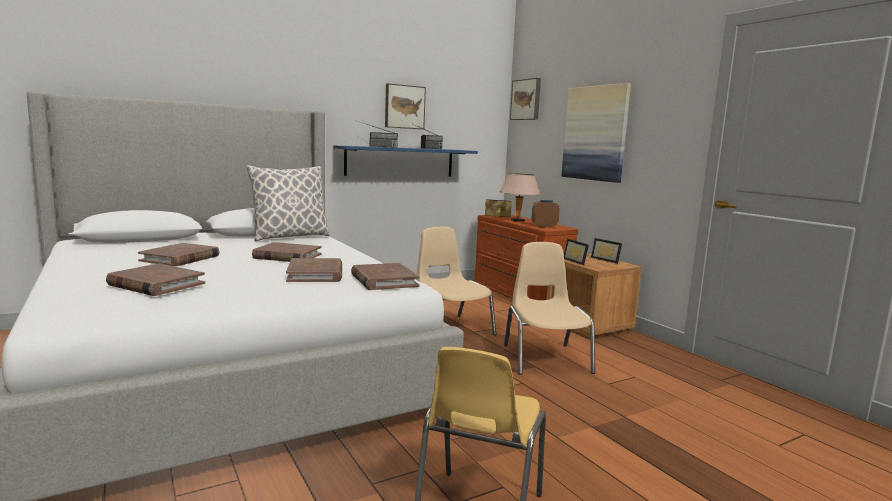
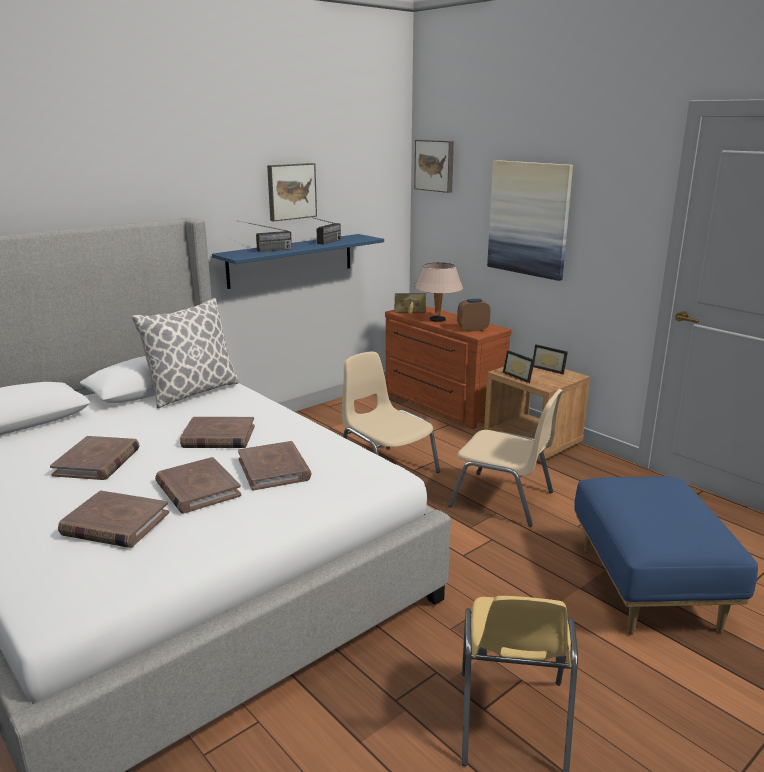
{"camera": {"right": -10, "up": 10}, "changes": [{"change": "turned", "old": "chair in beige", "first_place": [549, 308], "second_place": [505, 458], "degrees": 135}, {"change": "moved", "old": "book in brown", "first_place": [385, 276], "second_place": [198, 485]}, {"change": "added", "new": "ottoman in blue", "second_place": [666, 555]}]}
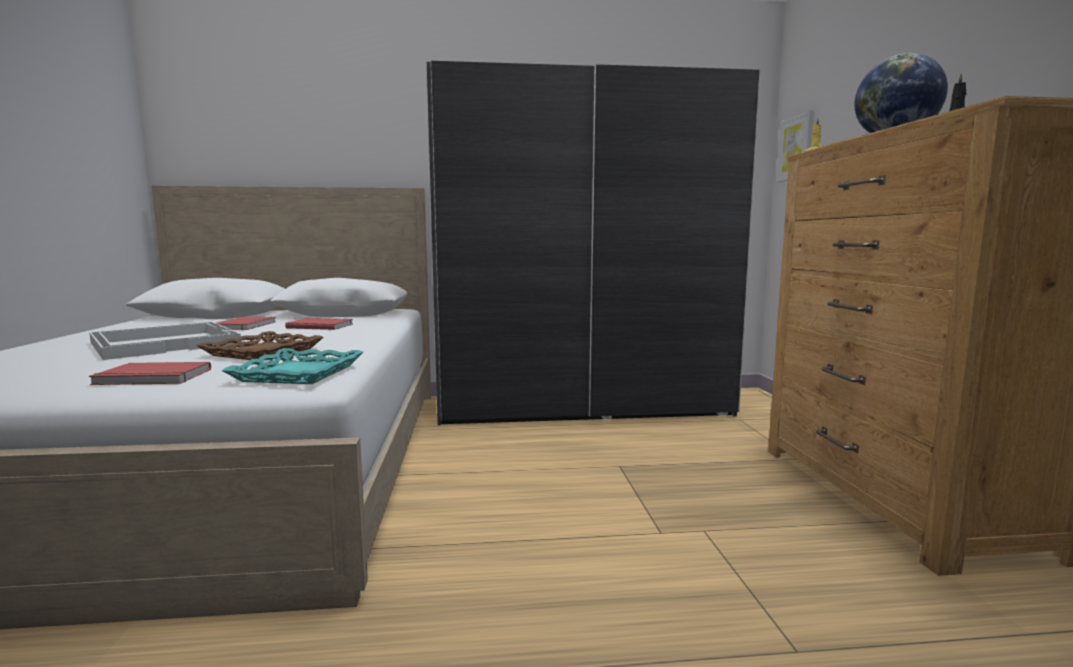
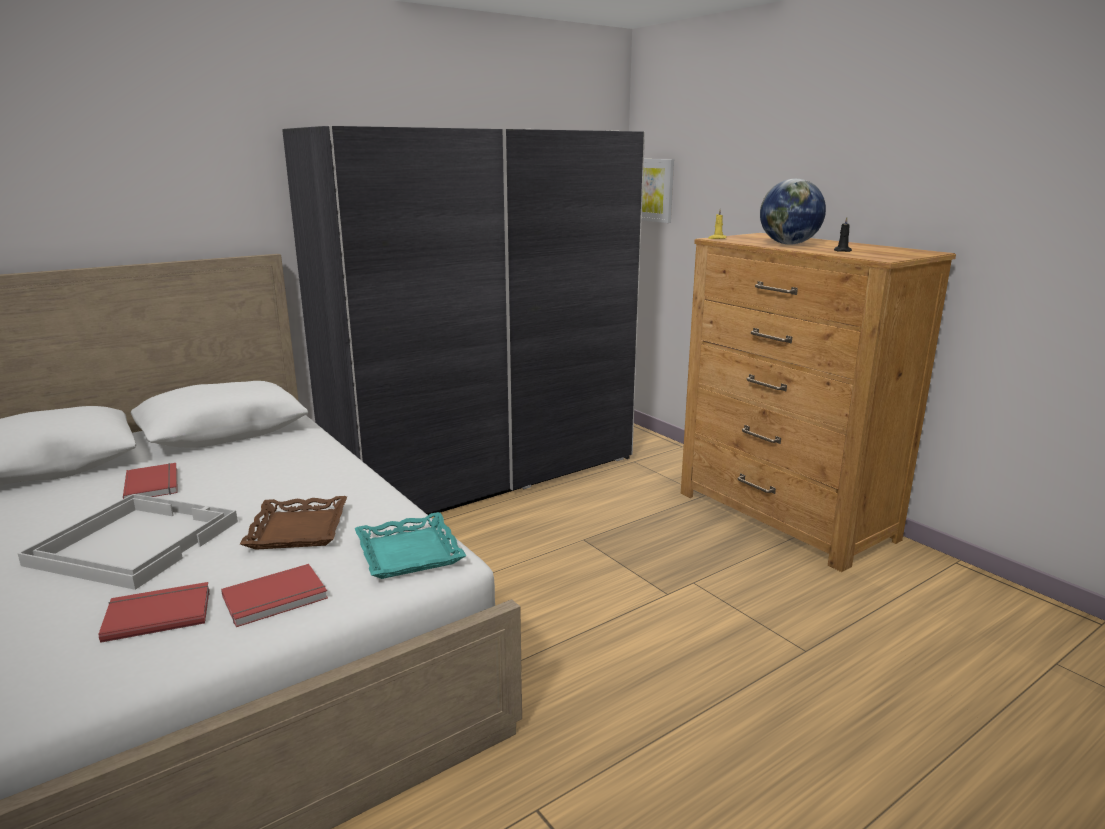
{"camera": {"right": -30, "up": 10}, "changes": [{"change": "moved", "old": "book in red", "first_place": [319, 324], "second_place": [154, 612]}]}
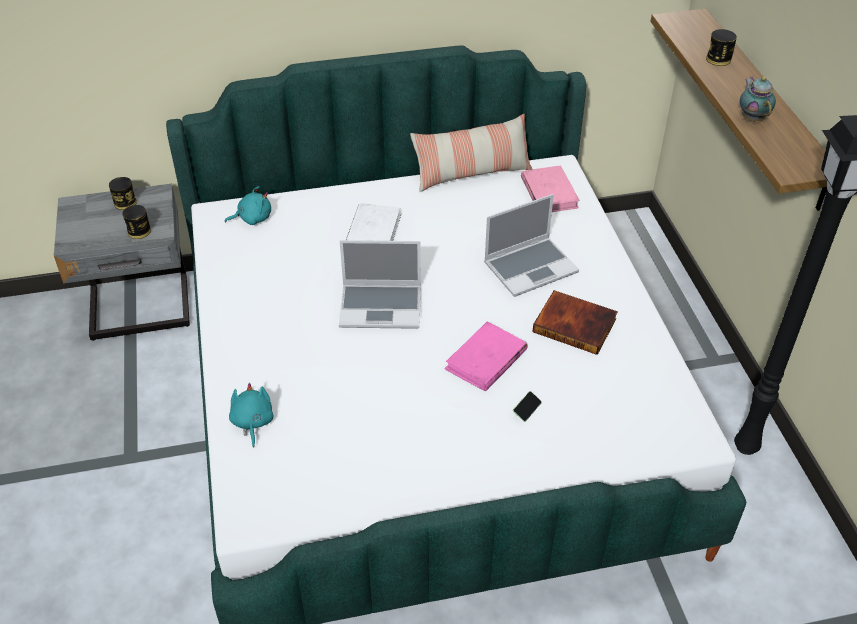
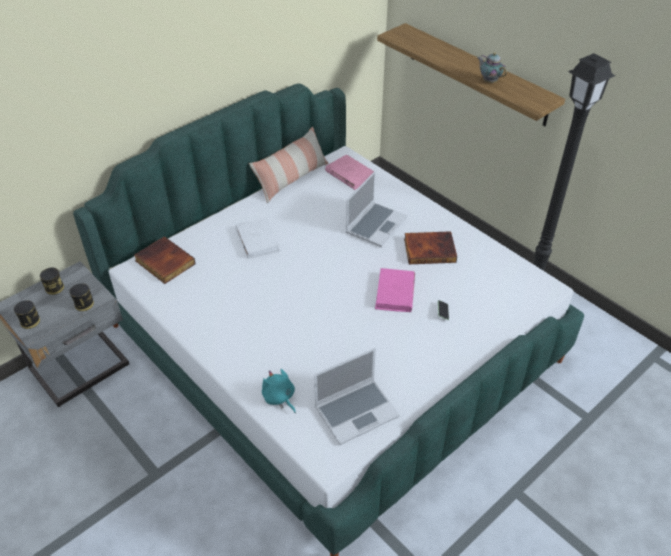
{"camera": {"right": -30, "up": 0}, "changes": [{"change": "moved", "old": "can", "first_place": [721, 47], "second_place": [27, 314]}, {"change": "replaced", "old": "plush toy in turquoise", "new": "book", "first_place": [248, 205], "second_place": [164, 260]}, {"change": "moved", "old": "laptop", "first_place": [380, 284], "second_place": [357, 396]}]}
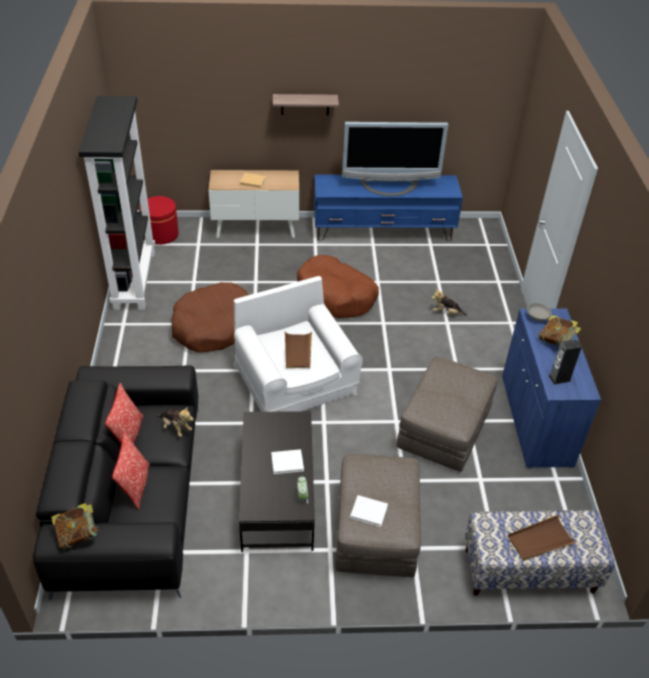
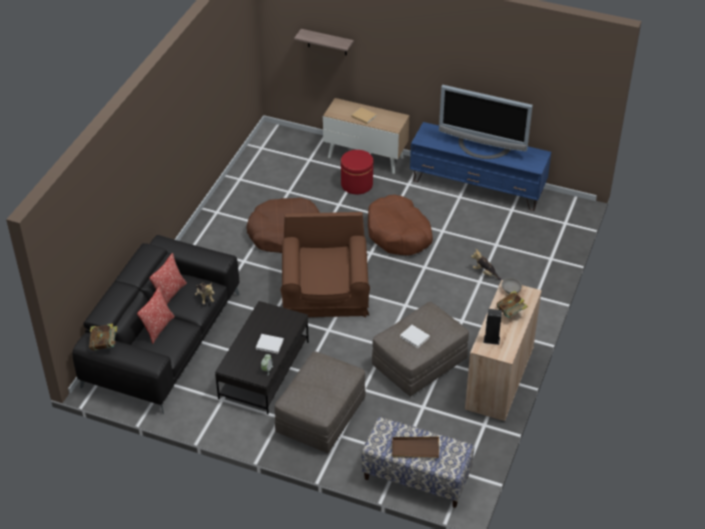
{"camera": {"right": 25, "up": 0}, "changes": [{"change": "moved", "old": "shelf", "first_place": [306, 105], "second_place": [324, 42]}, {"change": "removed", "old": "bookcase in black", "first_place": [116, 203]}, {"change": "moved", "old": "ottoman in red", "first_place": [159, 220], "second_place": [357, 172]}, {"change": "recoloured", "old": "armchair in white", "new": "armchair in brown", "first_place": [298, 344], "second_place": [325, 264]}, {"change": "recoloured", "old": "cabinet in blue", "new": "cabinet in beige", "first_place": [551, 388], "second_place": [503, 351]}, {"change": "removed", "old": "tray in brown", "first_place": [298, 350]}, {"change": "moved", "old": "book in white", "first_place": [369, 511], "second_place": [415, 336]}]}
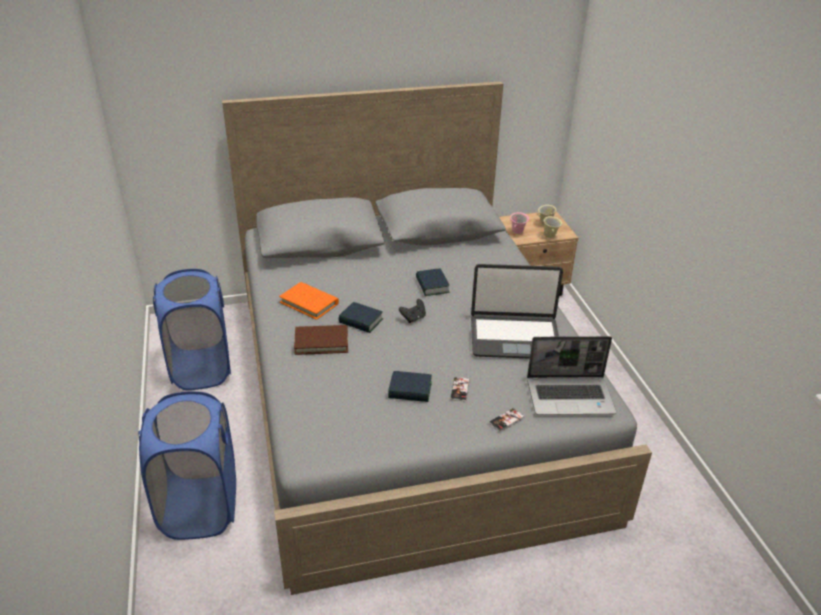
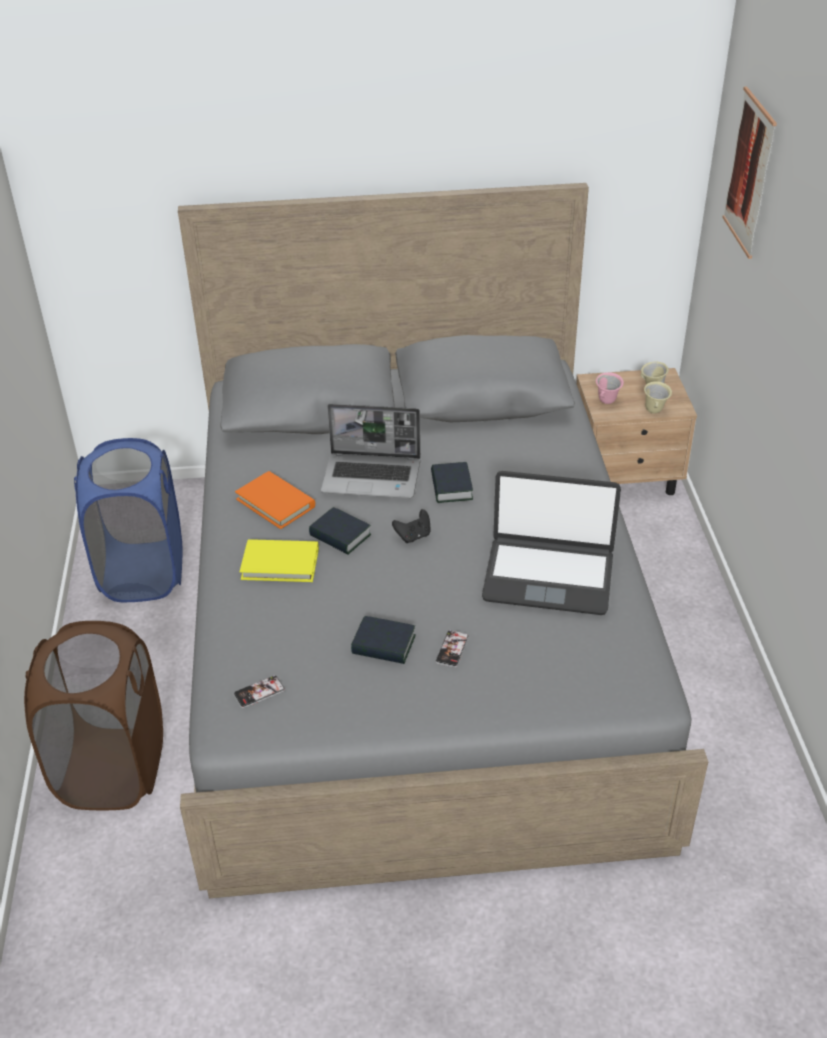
{"camera": {"right": 10, "up": 5}, "changes": [{"change": "recoloured", "old": "book in brown", "new": "book in yellow", "first_place": [321, 340], "second_place": [279, 560]}, {"change": "moved", "old": "laptop", "first_place": [571, 375], "second_place": [370, 451]}, {"change": "recoloured", "old": "laundry basket in blue", "new": "laundry basket in brown", "first_place": [187, 465], "second_place": [93, 716]}, {"change": "moved", "old": "phone", "first_place": [507, 420], "second_place": [259, 691]}, {"change": "added", "new": "picture", "second_place": [749, 173]}]}
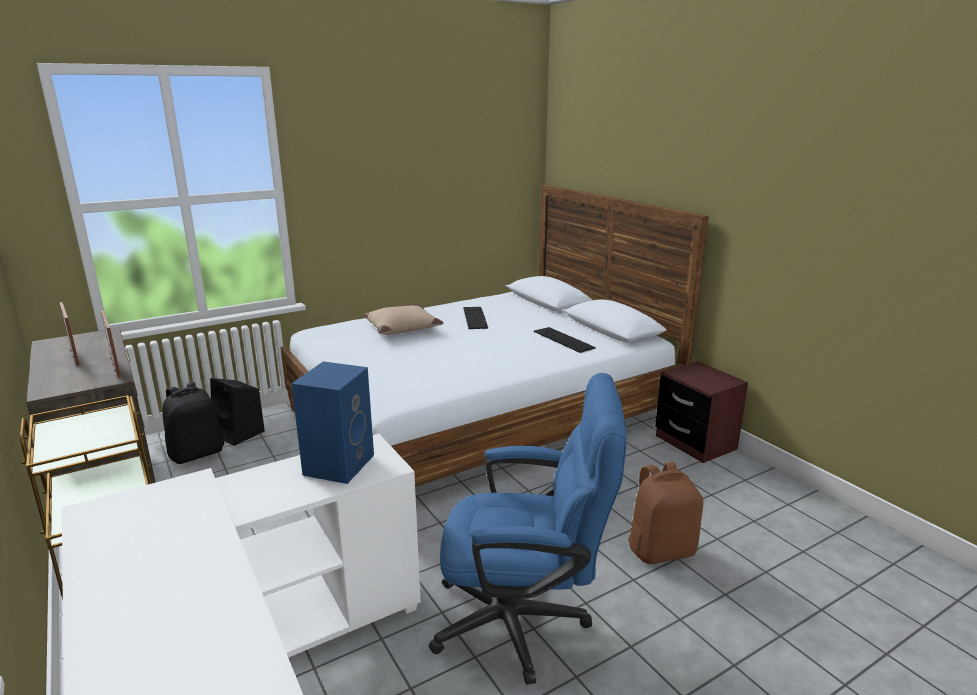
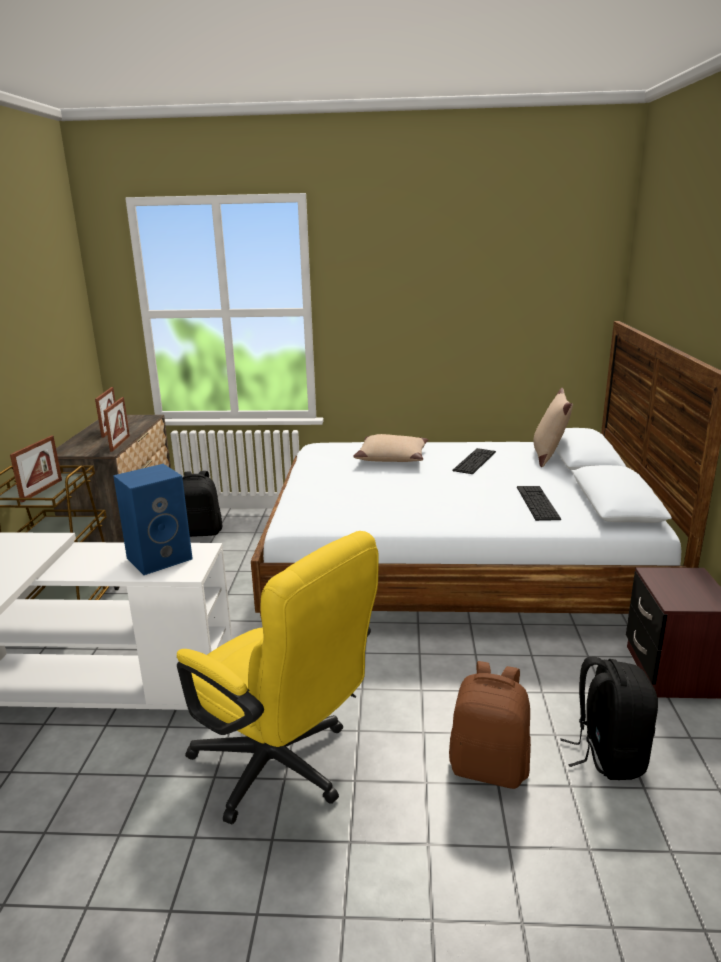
{"camera": {"right": 35, "up": 0}, "changes": [{"change": "recoloured", "old": "office chair in blue", "new": "office chair in yellow", "first_place": [528, 529], "second_place": [278, 677]}, {"change": "removed", "old": "speaker in black", "first_place": [237, 412]}, {"change": "added", "new": "pillow in beige", "second_place": [553, 427]}, {"change": "added", "new": "picture frame", "second_place": [36, 468]}, {"change": "added", "new": "backpack in black", "second_place": [609, 718]}]}
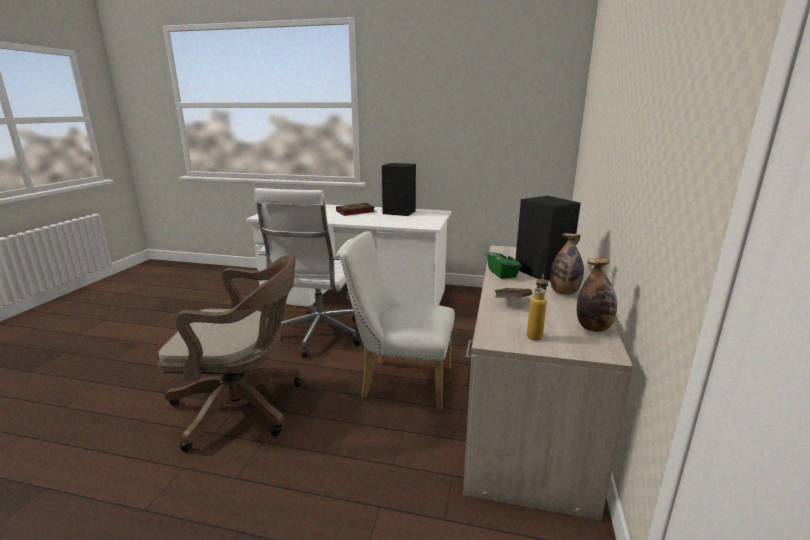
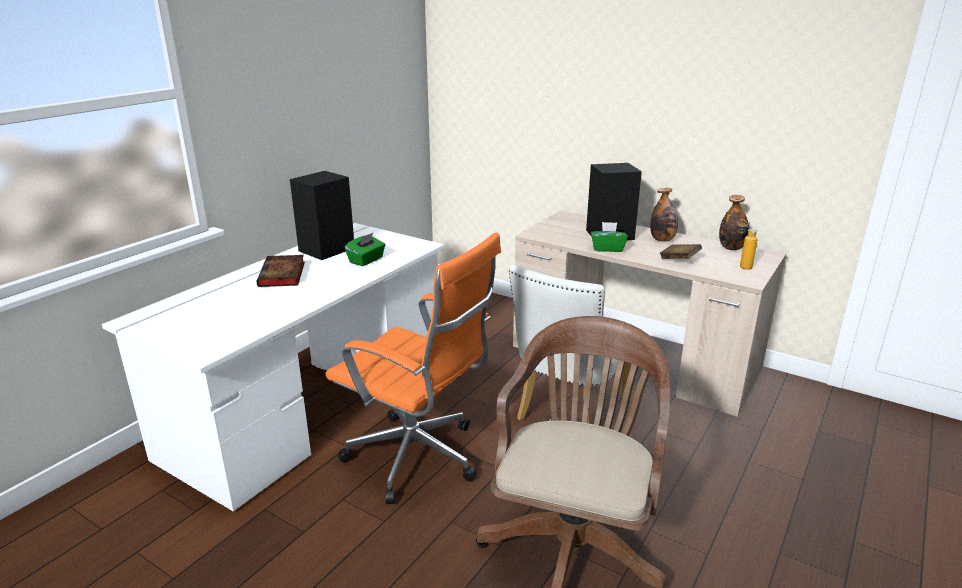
{"camera": {"right": -70, "up": 5}, "changes": [{"change": "recoloured", "old": "office chair in white", "new": "office chair in orange", "first_place": [308, 272], "second_place": [413, 368]}, {"change": "added", "new": "tissue box in green", "second_place": [365, 249]}]}
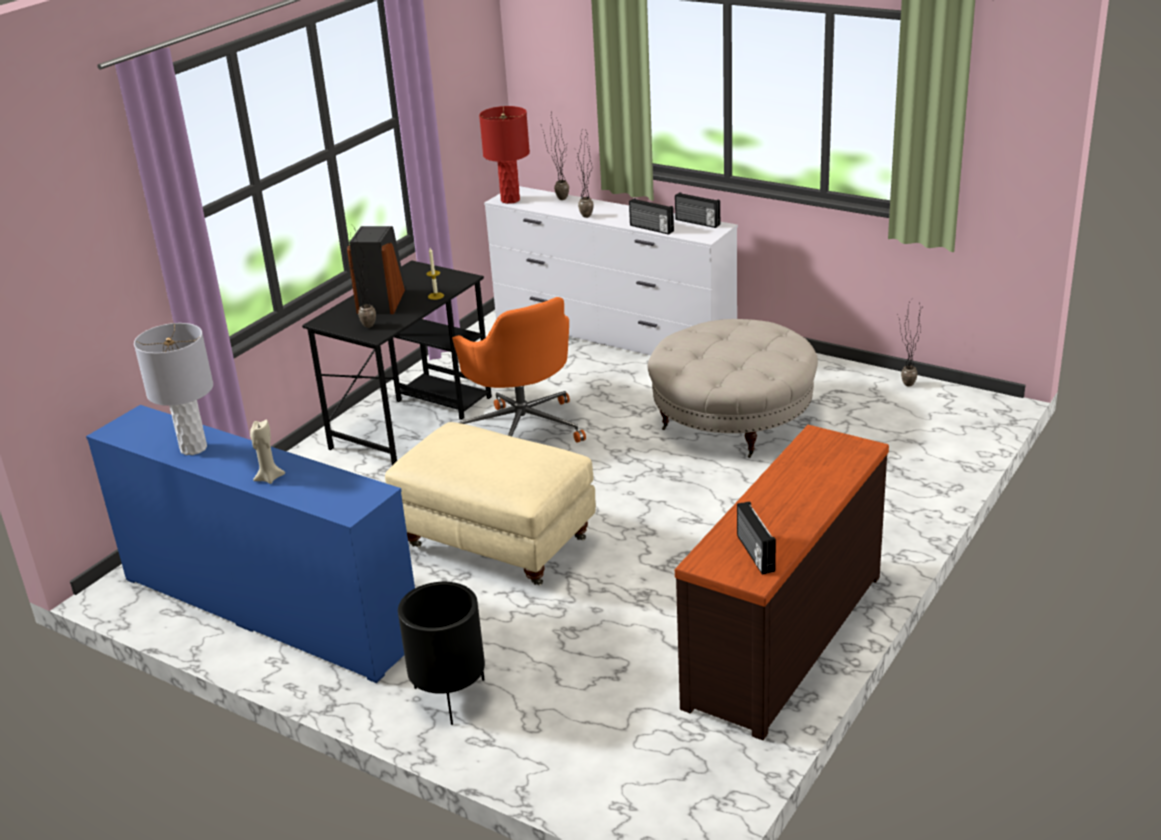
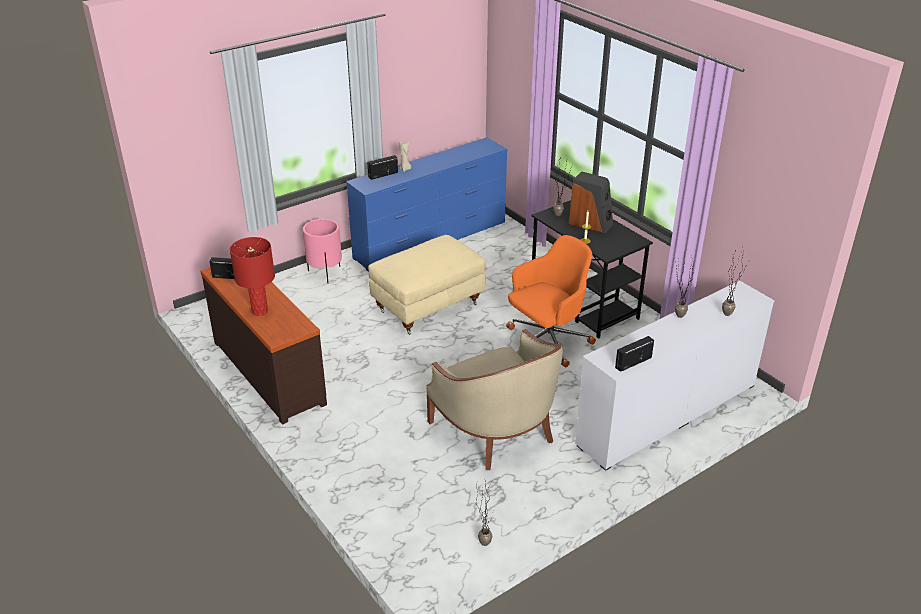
{"camera": {"right": 110, "up": 5}, "changes": [{"change": "moved", "old": "table lamp in red", "first_place": [504, 155], "second_place": [252, 276]}, {"change": "moved", "old": "radio", "first_place": [651, 216], "second_place": [383, 167]}, {"change": "turned", "old": "office chair in orange", "first_place": [519, 370], "second_place": [551, 301], "degrees": 150}, {"change": "replaced", "old": "ottoman in beige", "new": "armchair in beige", "first_place": [732, 388], "second_place": [494, 399]}, {"change": "removed", "old": "table lamp in grey", "first_place": [173, 389]}, {"change": "recoloured", "old": "planter in black", "new": "planter in pink", "first_place": [441, 653], "second_place": [322, 251]}]}
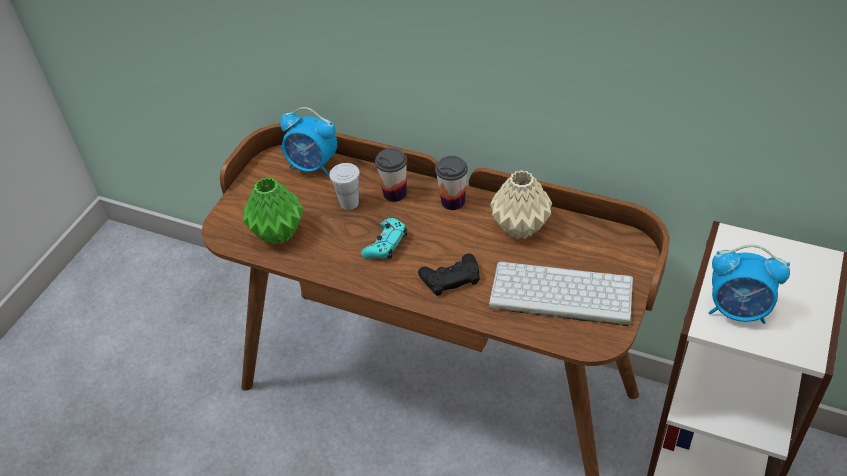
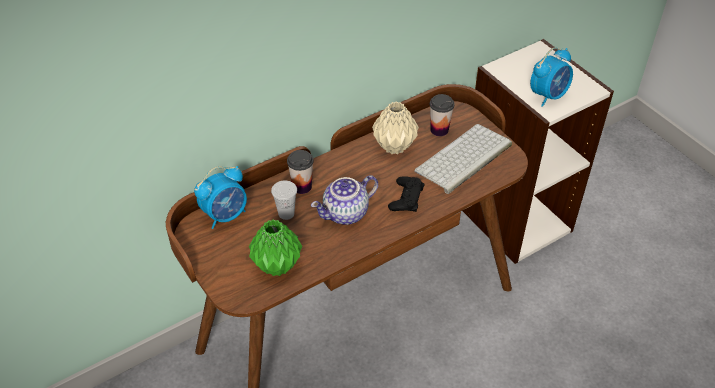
{"camera": {"right": -60, "up": 0}, "changes": [{"change": "moved", "old": "cup", "first_place": [451, 183], "second_place": [442, 115]}, {"change": "replaced", "old": "game controller in turquoise", "new": "teapot", "first_place": [384, 238], "second_place": [344, 200]}]}
